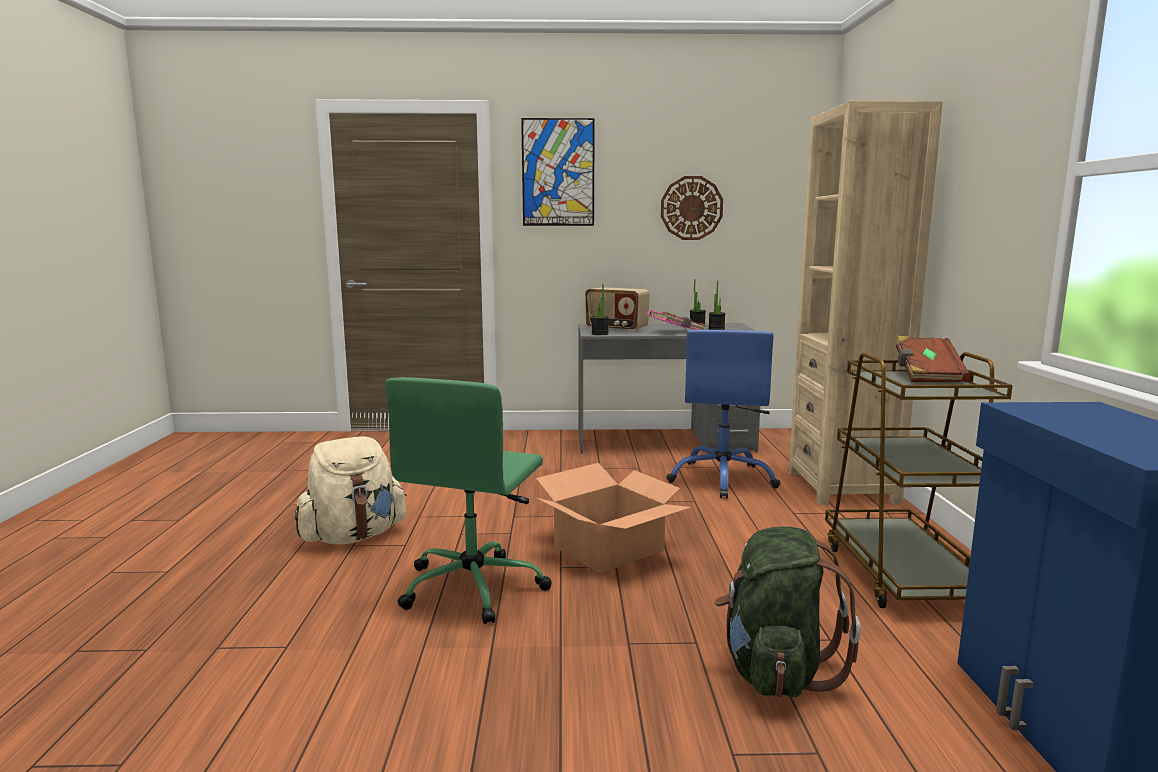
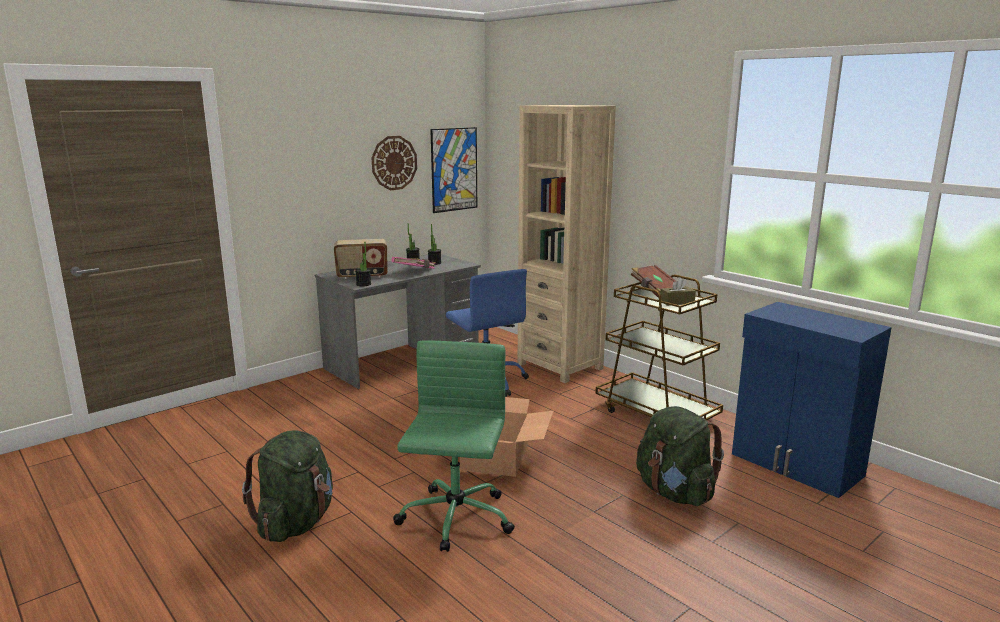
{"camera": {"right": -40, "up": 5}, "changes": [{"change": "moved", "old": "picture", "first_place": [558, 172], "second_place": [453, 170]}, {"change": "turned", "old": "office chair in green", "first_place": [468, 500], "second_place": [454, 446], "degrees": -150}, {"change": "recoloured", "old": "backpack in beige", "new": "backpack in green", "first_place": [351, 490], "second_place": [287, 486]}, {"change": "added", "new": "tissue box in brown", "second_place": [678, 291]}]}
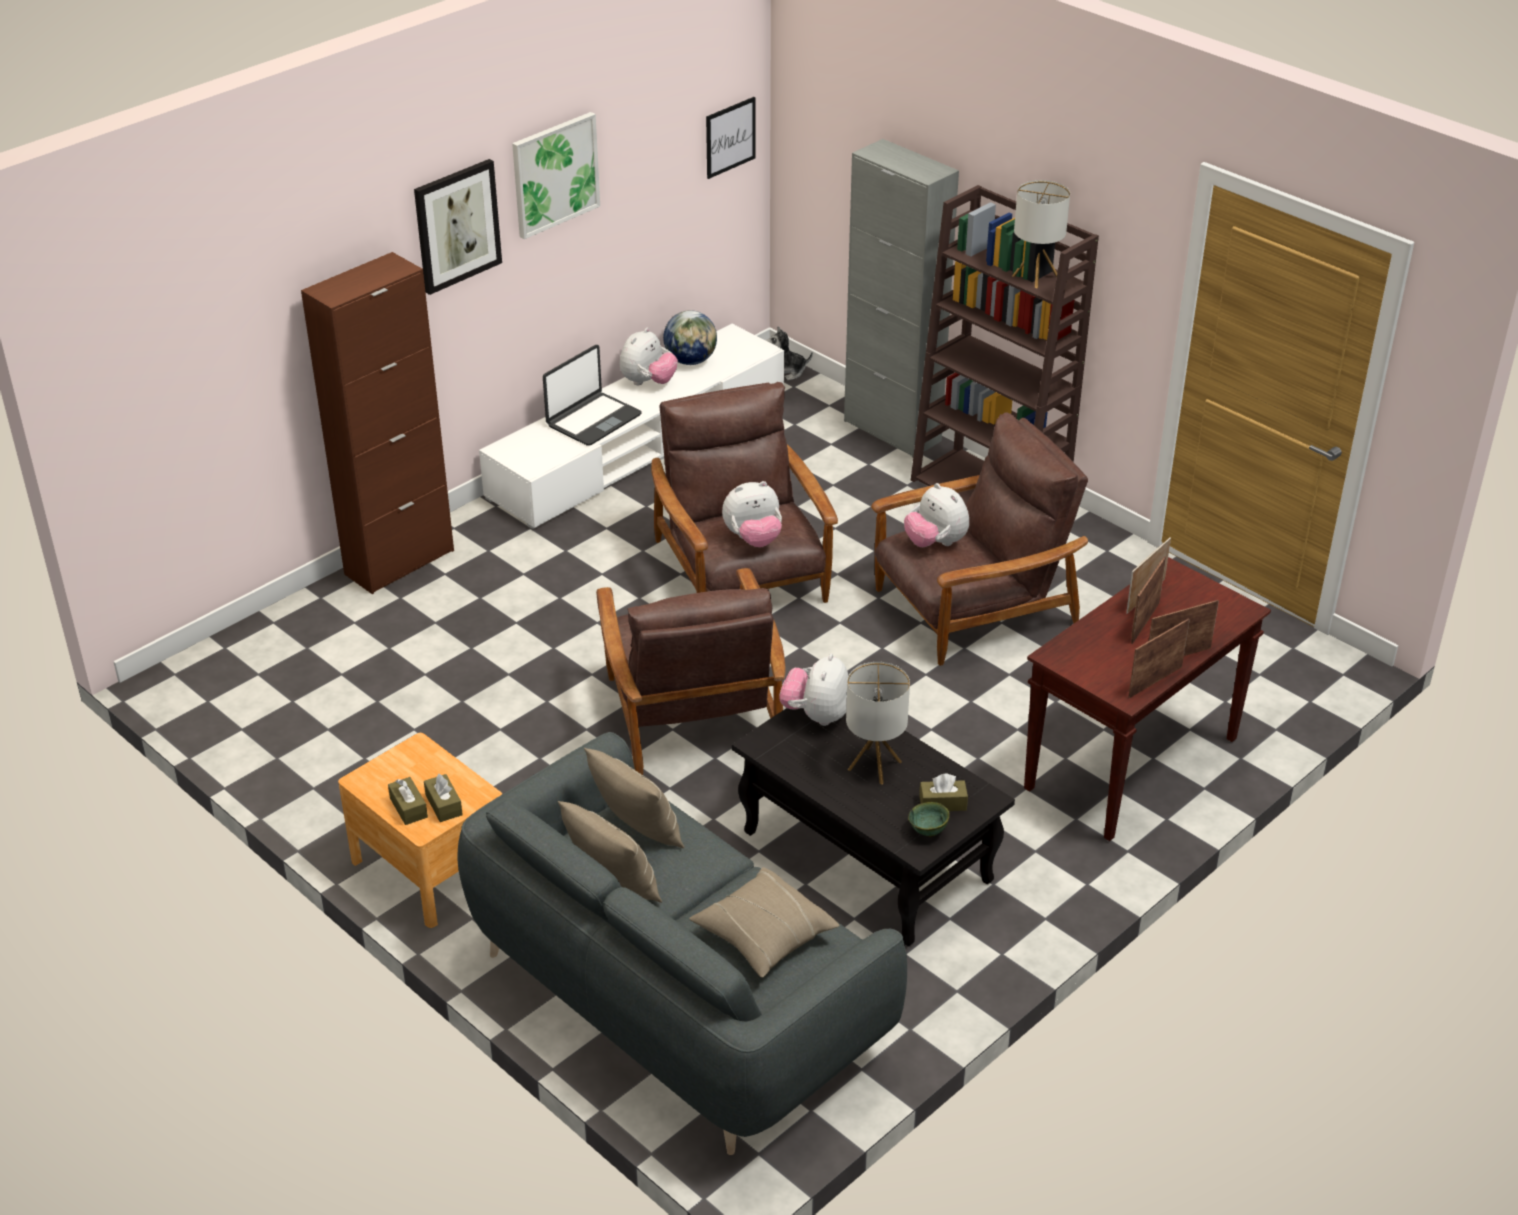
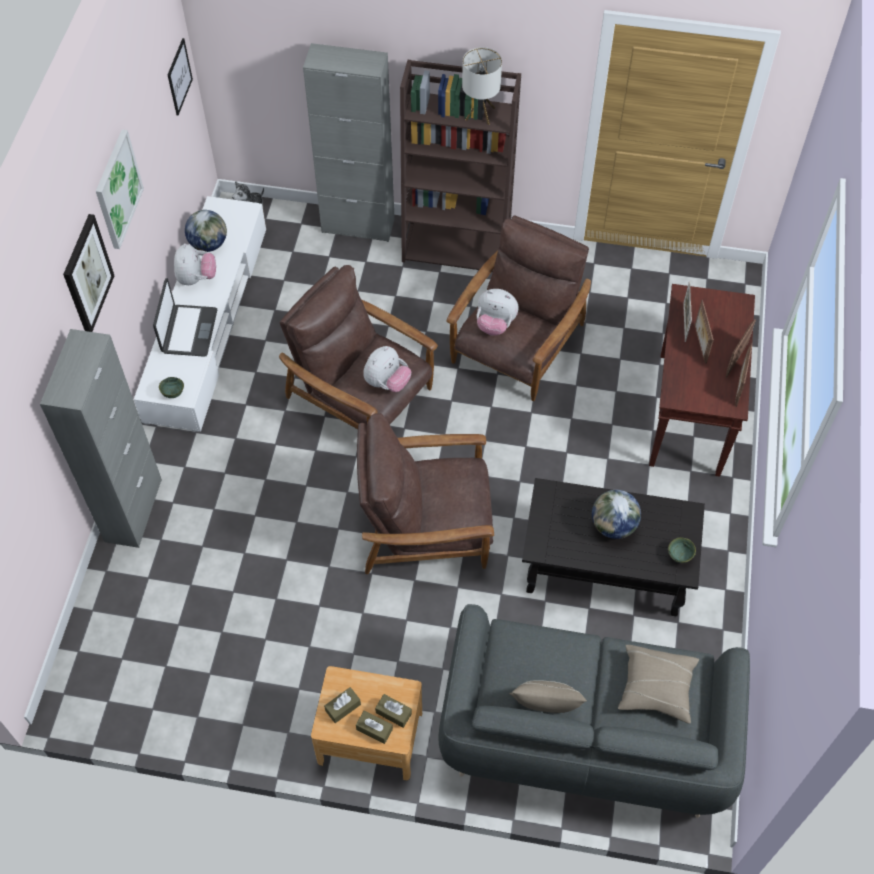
{"camera": {"right": -35, "up": 20}, "changes": [{"change": "recoloured", "old": "cabinet in brown", "new": "cabinet in grey", "first_place": [377, 423], "second_place": [101, 438]}, {"change": "turned", "old": "armchair in brown", "first_place": [691, 671], "second_place": [425, 493], "degrees": 135}, {"change": "removed", "old": "plush toy", "first_place": [813, 690]}, {"change": "replaced", "old": "table lamp", "new": "globe", "first_place": [878, 723], "second_place": [616, 514]}, {"change": "removed", "old": "pillow in beige", "first_place": [634, 798]}, {"change": "moved", "old": "tissue box in brown", "first_place": [943, 792], "second_place": [342, 705]}, {"change": "added", "new": "bowl in green", "second_place": [171, 387]}]}
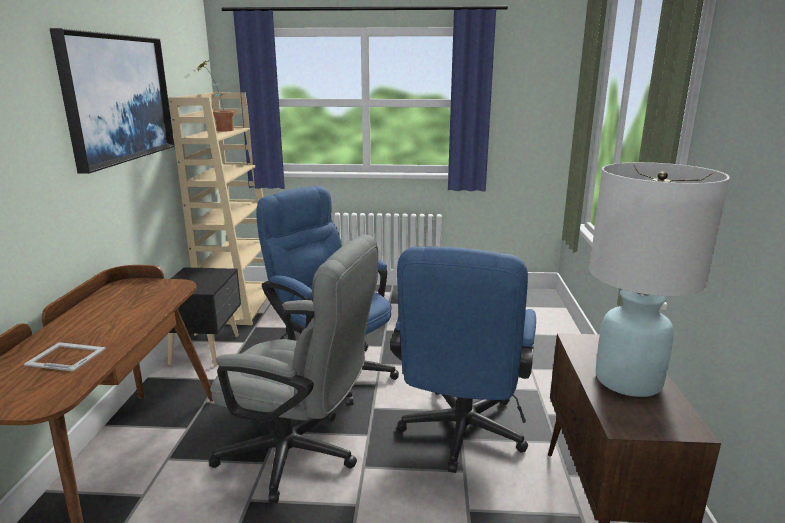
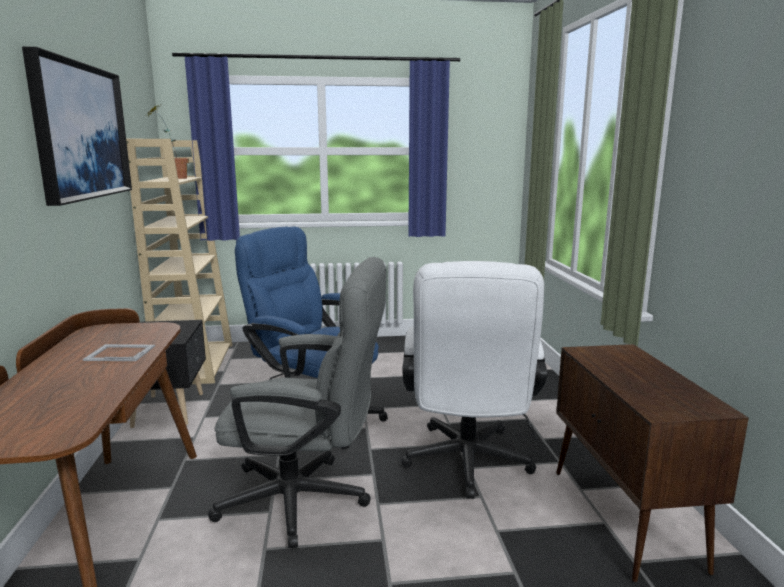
{"camera": {"right": -10, "up": -5}, "changes": [{"change": "removed", "old": "table lamp in white", "first_place": [659, 279]}, {"change": "recoloured", "old": "office chair in blue", "new": "office chair in white", "first_place": [463, 360], "second_place": [474, 380]}, {"change": "moved", "old": "picture frame", "first_place": [64, 357], "second_place": [118, 352]}]}
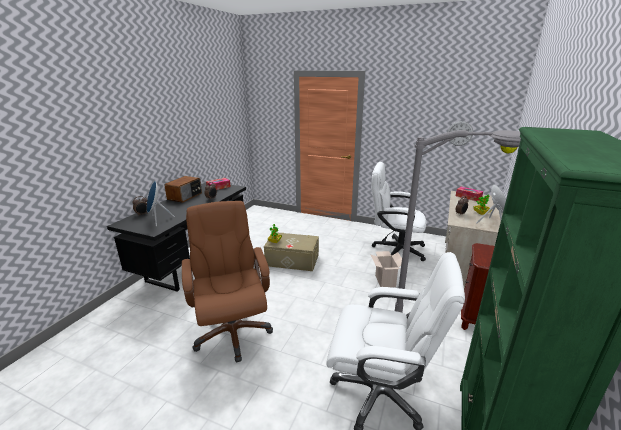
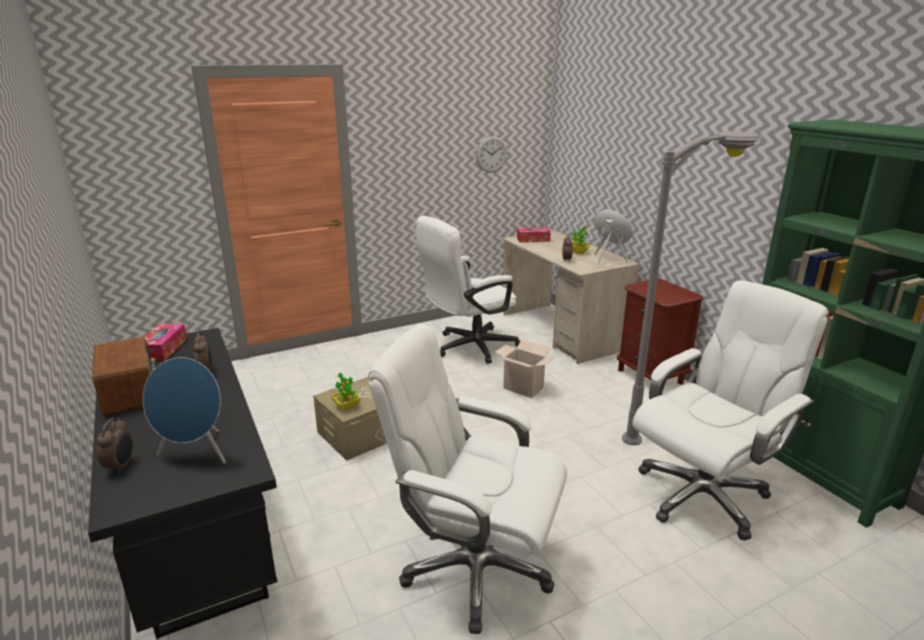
{"camera": {"right": -50, "up": 0}, "changes": [{"change": "recoloured", "old": "office chair in brown", "new": "office chair in white", "first_place": [227, 281], "second_place": [467, 479]}]}
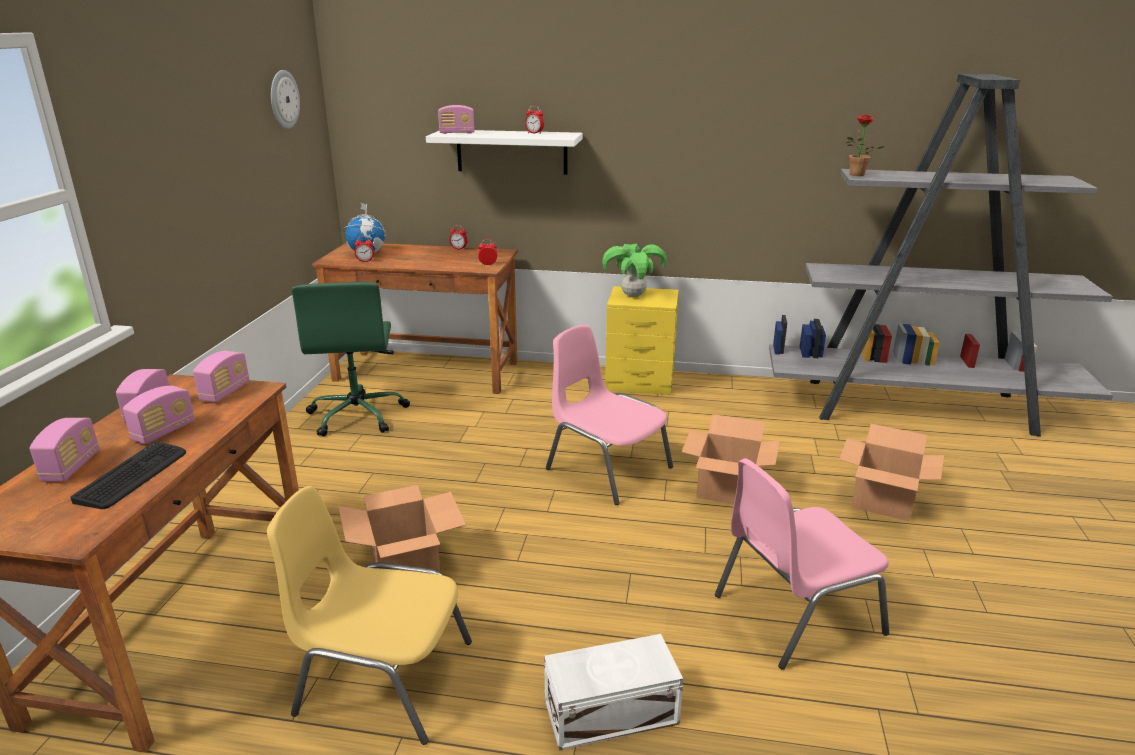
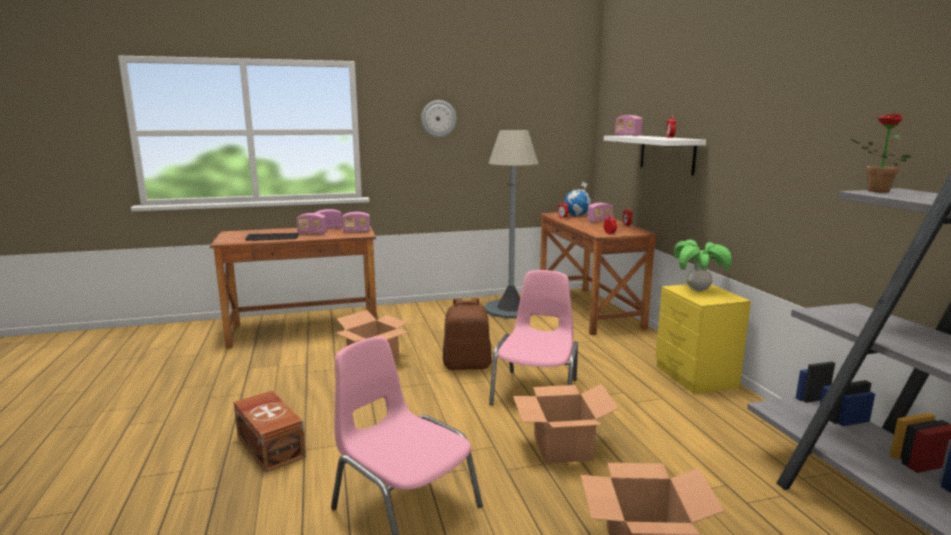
{"camera": {"right": 65, "up": -10}, "changes": [{"change": "moved", "old": "wall clock", "first_place": [285, 99], "second_place": [439, 118]}, {"change": "replaced", "old": "office chair in green", "new": "floor lamp in grey", "first_place": [351, 359], "second_place": [511, 224]}, {"change": "moved", "old": "radio", "first_place": [64, 450], "second_place": [600, 212]}, {"change": "removed", "old": "chair in yellow", "first_place": [369, 615]}, {"change": "recoloured", "old": "storage box in white", "new": "storage box in brown", "first_place": [613, 692], "second_place": [270, 432]}, {"change": "added", "new": "backpack in brown", "second_place": [467, 334]}]}
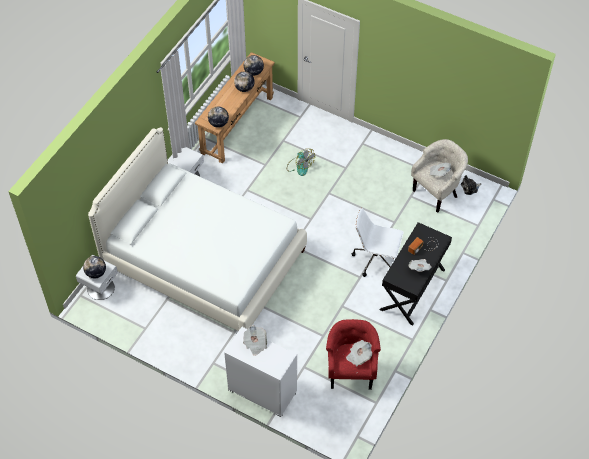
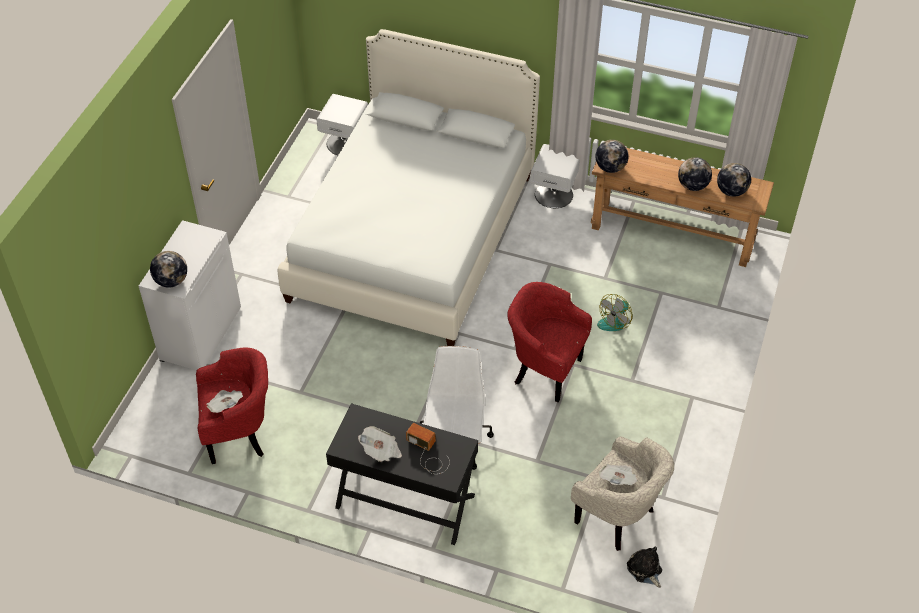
{"camera": {"right": 80, "up": -5}, "changes": [{"change": "moved", "old": "globe", "first_place": [94, 267], "second_place": [168, 269]}, {"change": "removed", "old": "newspaper", "first_place": [255, 340]}, {"change": "added", "new": "armchair in red", "second_place": [549, 342]}]}
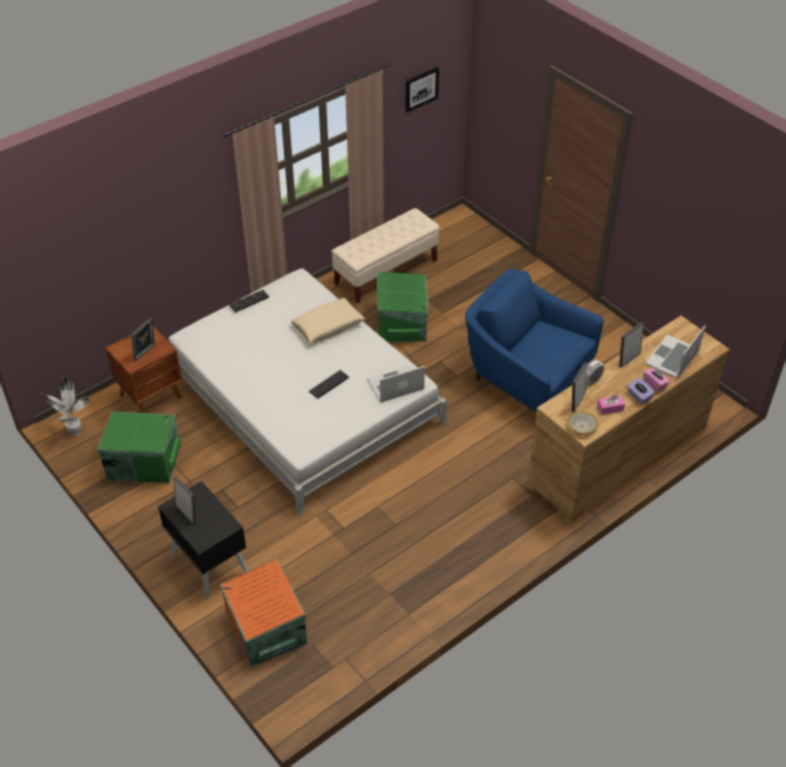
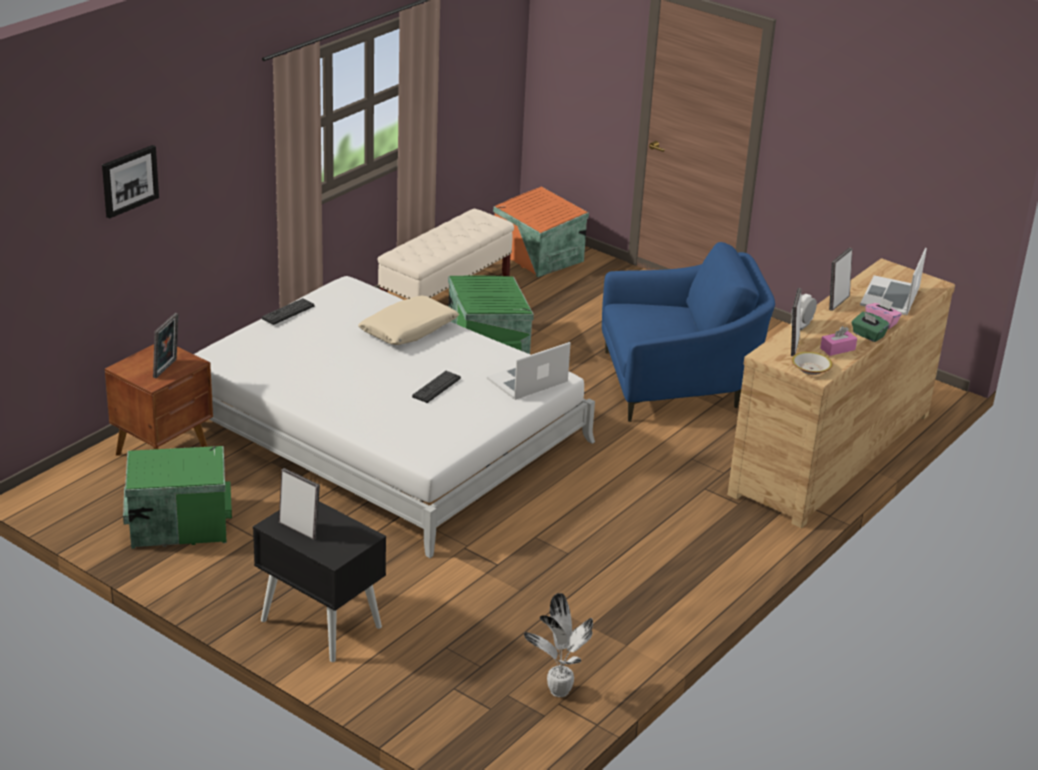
{"camera": {"right": -15, "up": -15}, "changes": [{"change": "moved", "old": "picture", "first_place": [422, 90], "second_place": [130, 182]}, {"change": "turned", "old": "armchair in blue", "first_place": [534, 340], "second_place": [688, 332], "degrees": 150}, {"change": "moved", "old": "potted plant", "first_place": [66, 406], "second_place": [558, 645]}, {"change": "recoloured", "old": "tissue box in purple", "new": "tissue box in green", "first_place": [641, 391], "second_place": [870, 327]}, {"change": "moved", "old": "storage box in orange", "first_place": [263, 613], "second_place": [541, 231]}]}
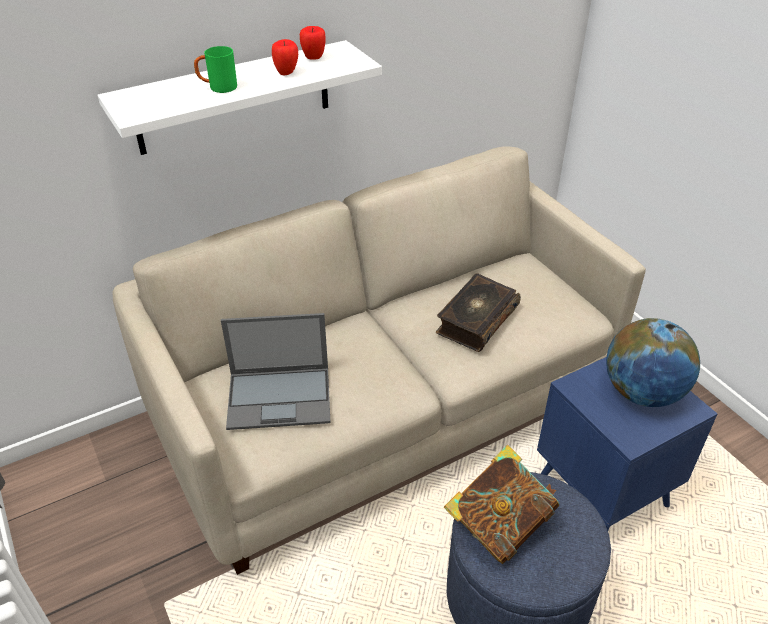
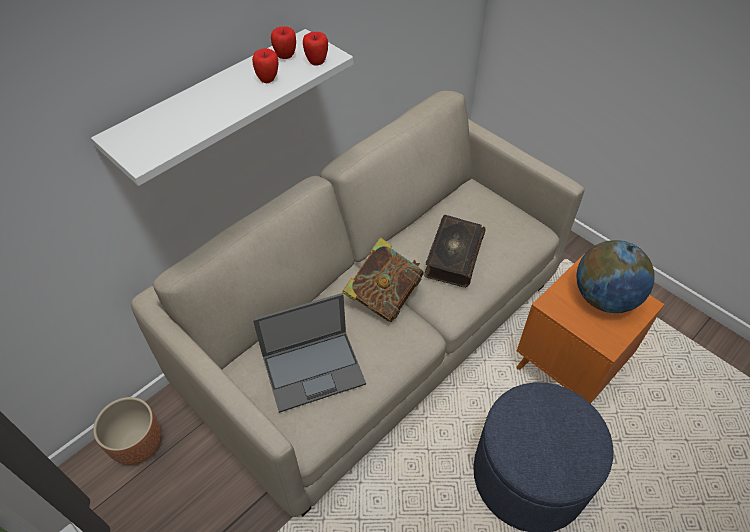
{"camera": {"right": -15, "up": 10}, "changes": [{"change": "removed", "old": "mug in green", "first_place": [215, 69]}, {"change": "recoloured", "old": "side table in blue", "new": "side table in orange", "first_place": [627, 444], "second_place": [590, 328]}, {"change": "moved", "old": "book", "first_place": [501, 504], "second_place": [383, 279]}, {"change": "added", "new": "apple", "second_place": [315, 49]}, {"change": "added", "new": "planter in brown", "second_place": [127, 431]}]}
